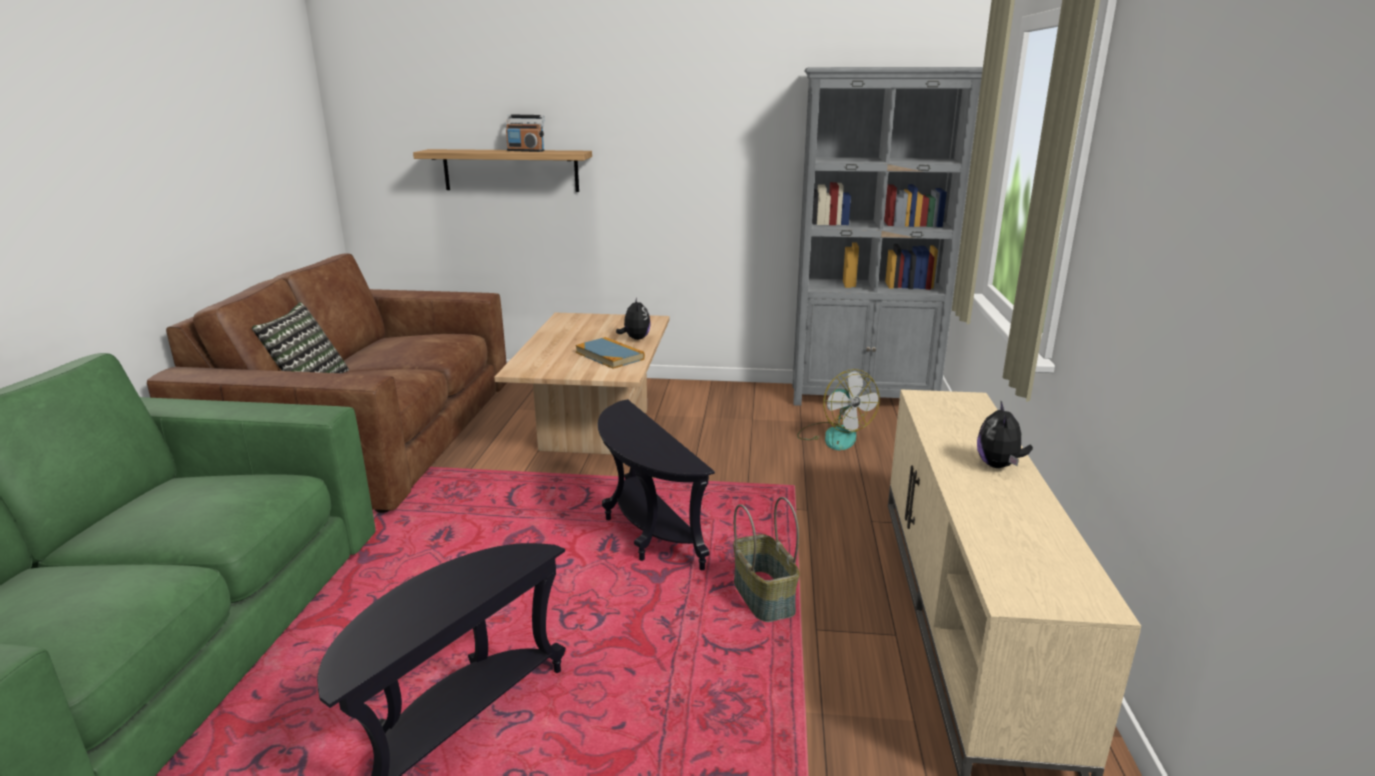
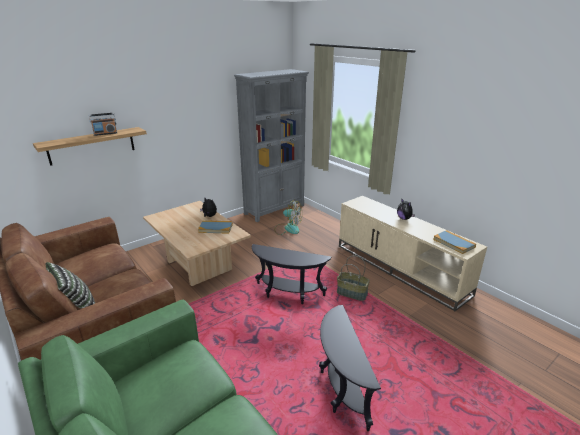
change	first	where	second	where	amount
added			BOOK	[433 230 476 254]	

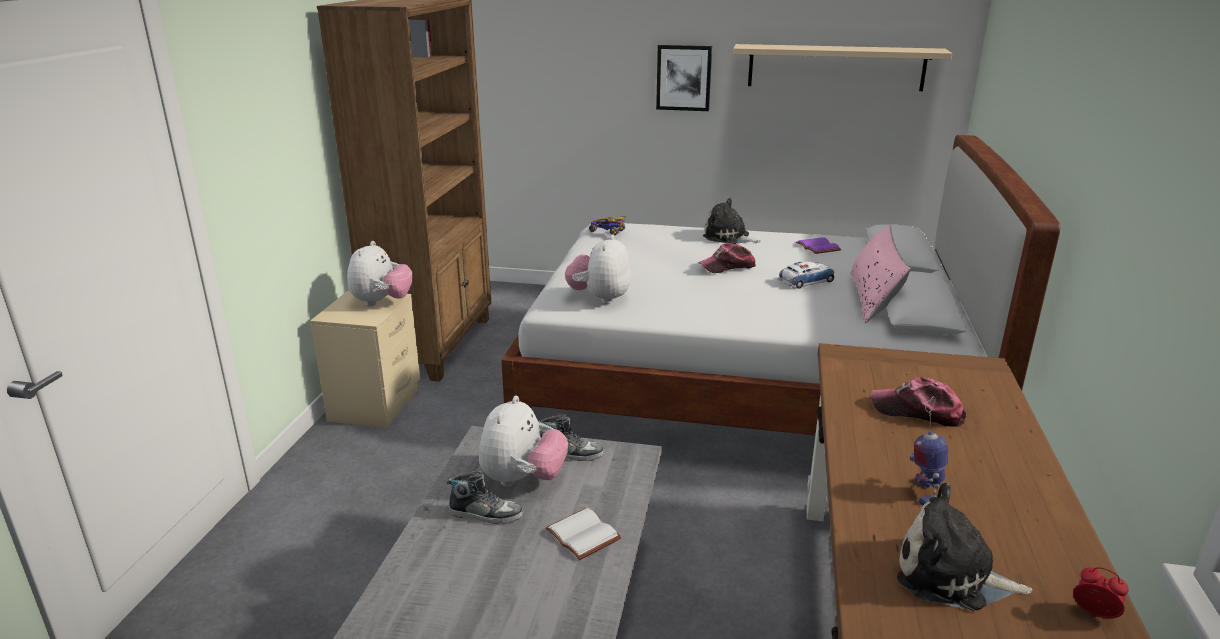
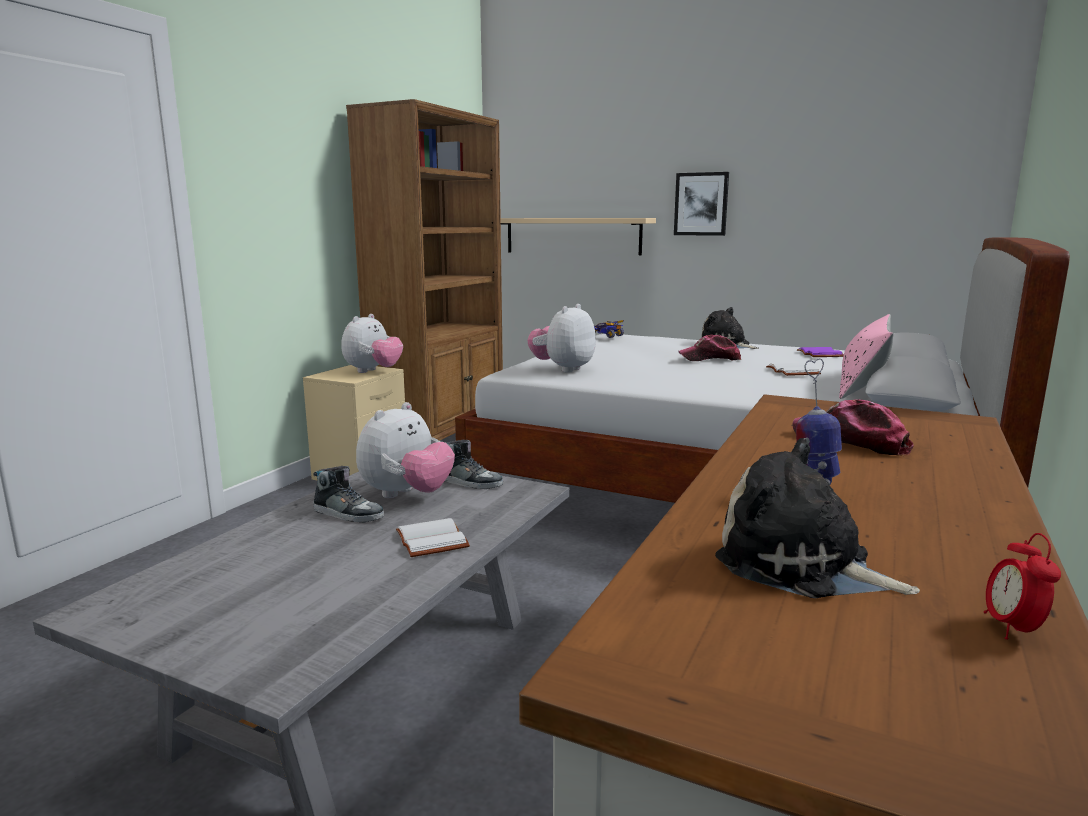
change	first	where	second	where	amount
moved	BEIGE SHELF	[733 44 952 91]		[501 218 656 255]	
replaced	TOY CAR	[778 261 834 289]	WHITE BOOK	[766 363 821 376]	
turned	ALARM CLOCK	[1073 567 1129 619]		[984 533 1061 640]	135 degrees counterclockwise

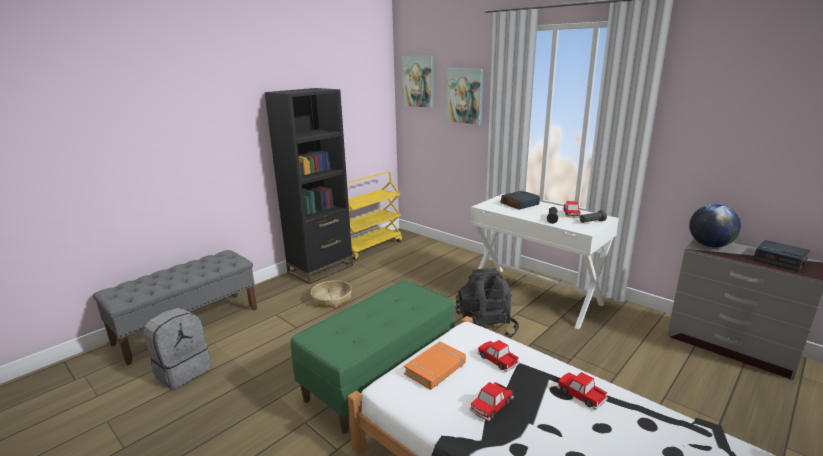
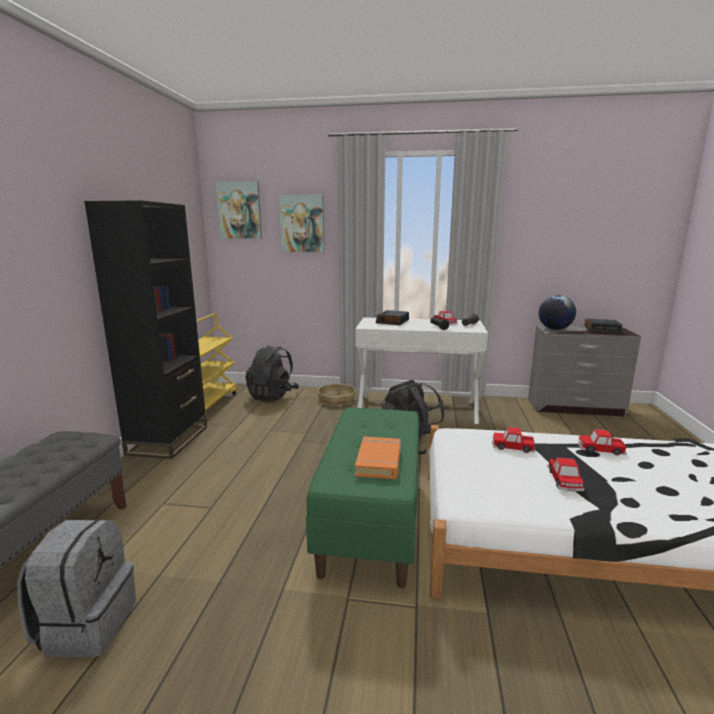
change	first	where	second	where	amount
moved	BASKET	[311 280 352 308]		[318 384 355 406]	
moved	ORANGE BOOK	[404 341 466 390]		[355 436 401 479]	
added			BLACK BACKPACK	[245 345 299 402]	

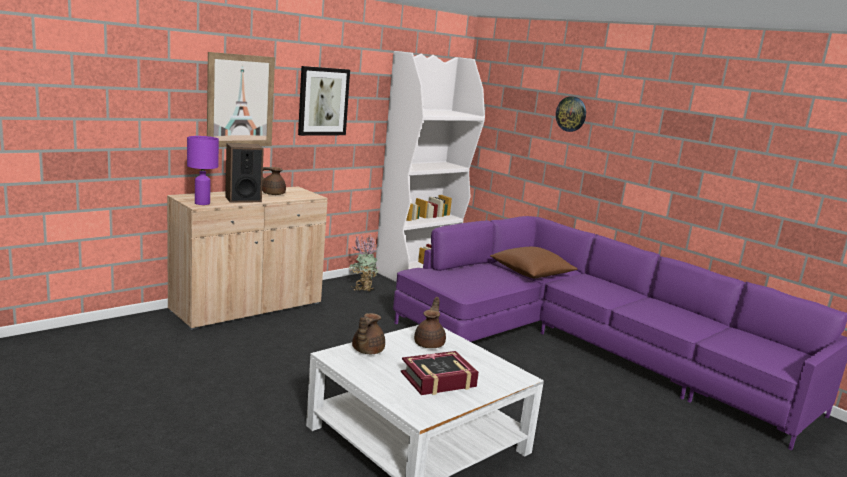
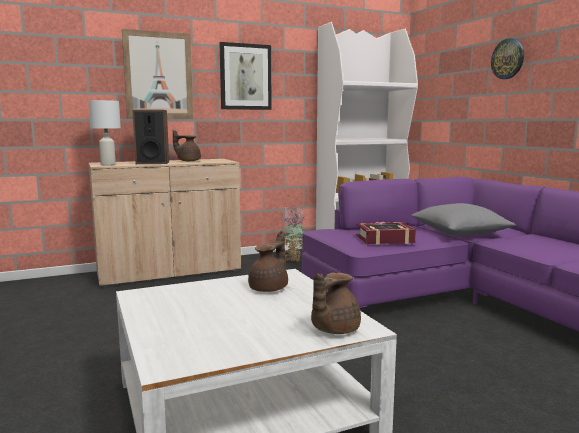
change	first	where	second	where	amount
recoloured	PURPLE TABLE LAMP	[187 136 219 205]	WHITE TABLE LAMP	[89 100 121 165]	
recoloured	BROWN PILLOW	[490 247 577 278]	GREY PILLOW	[411 203 516 235]	
moved	BROWN TEAPOT	[352 313 385 354]		[311 273 361 334]	
moved	BOOK	[401 351 479 395]		[356 222 416 245]	

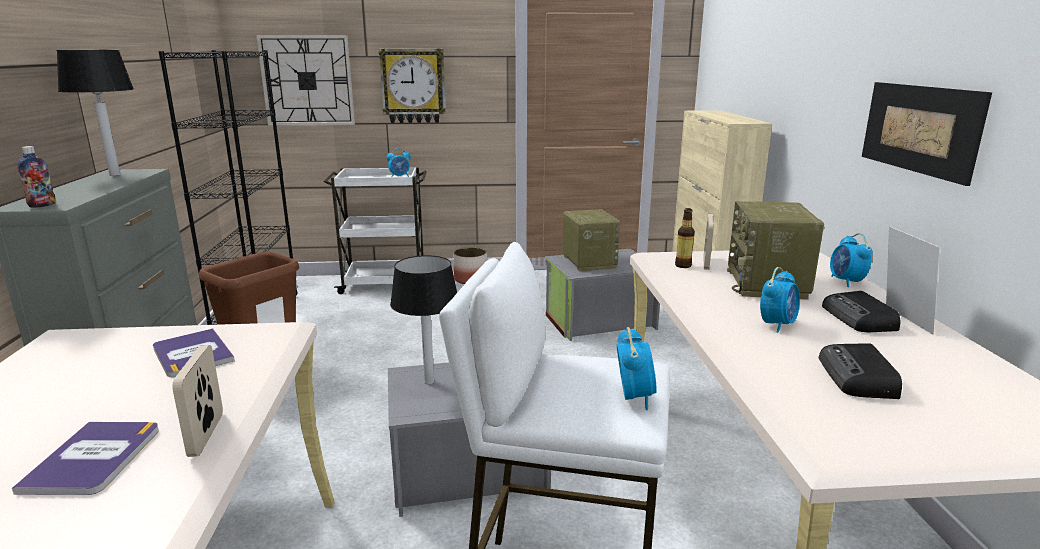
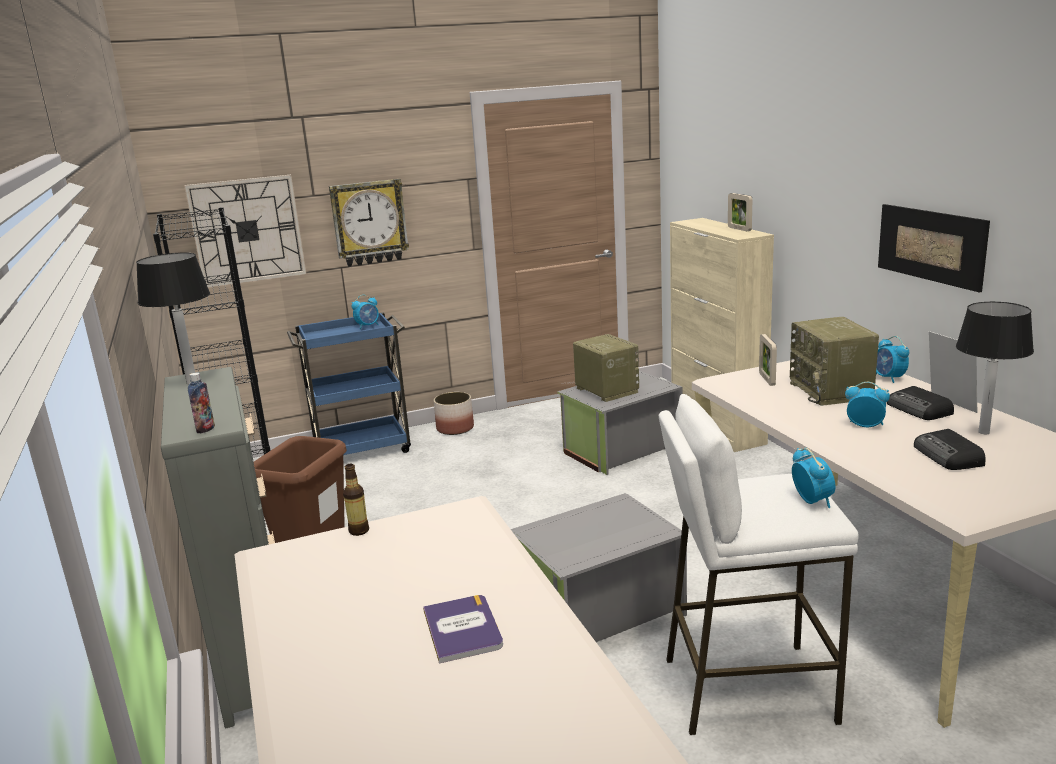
change	first	where	second	where	amount
recoloured	WHITE CART	[324 167 427 294]	BLUE CART	[287 312 411 455]	
moved	BOTTLE	[675 208 695 268]		[343 464 369 536]	
moved	TABLE LAMP	[390 255 457 385]		[956 302 1034 434]	
turned	ALARM CLOCK	[760 267 800 333]		[845 382 890 427]	90 degrees counterclockwise
removed	BOOK	[153 328 235 377]			
moved	PICTURE FRAME	[172 345 223 457]		[728 193 752 231]	

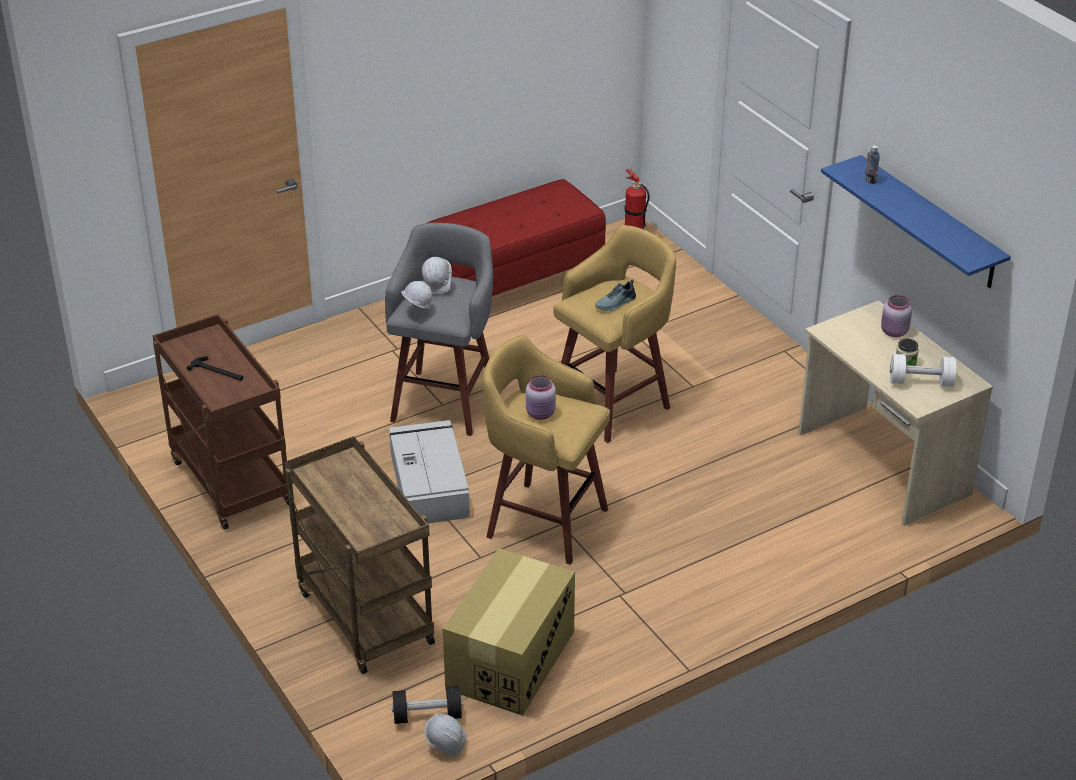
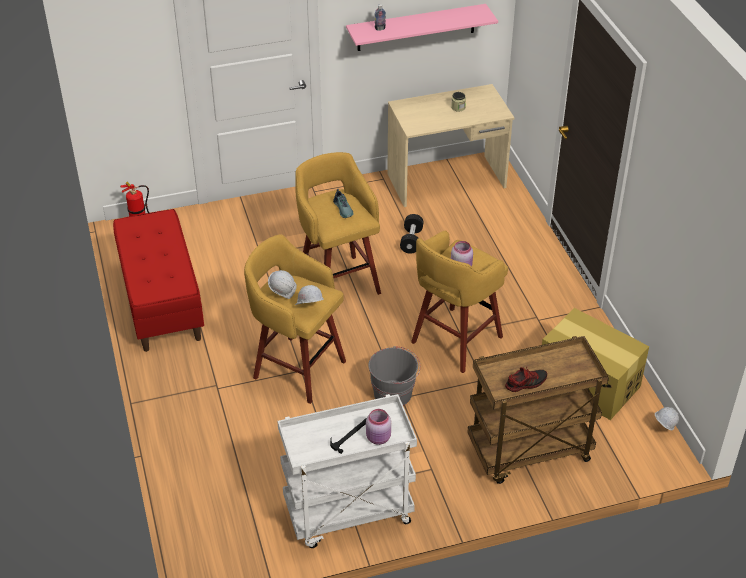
change	first	where	second	where	amount
recoloured	BLUE SHELF	[821 155 1011 288]	PINK SHELF	[346 4 498 51]	
recoloured	GREY STOOL	[385 223 493 436]	YELLOW STOOL	[244 234 346 404]	
moved	PINK JAR	[881 295 912 337]		[366 409 391 445]	
recoloured	BROWN CART	[153 314 289 530]	WHITE CART	[277 394 417 548]	
removed	WHITE DUMBBELL	[890 354 956 387]			
replaced	GREY STORAGE BOX	[389 420 470 523]	GREY BUCKET	[368 346 420 406]	
moved	BLACK DUMBBELL	[391 686 462 724]		[400 214 424 254]	
added			SHOE	[505 367 547 392]	

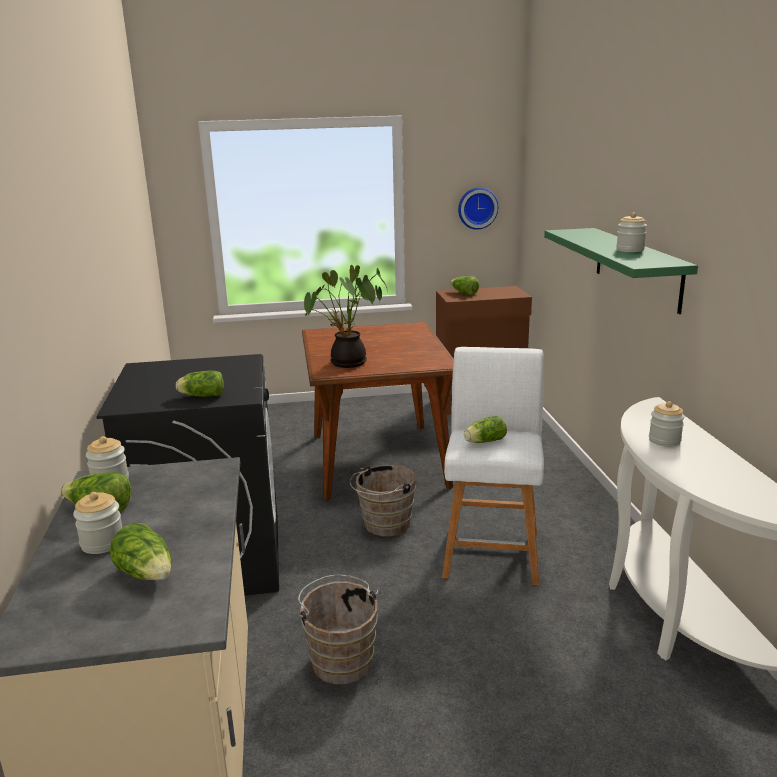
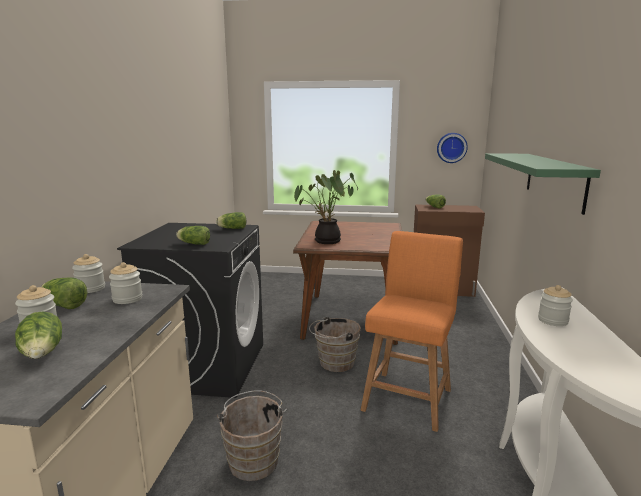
change	first	where	second	where	amount
moved	JAR	[616 212 647 252]		[109 262 143 304]	
recoloured	WHITE STOOL	[442 347 544 585]	ORANGE STOOL	[361 231 463 432]	
moved	LETTUCE	[464 416 507 443]		[216 212 246 229]	

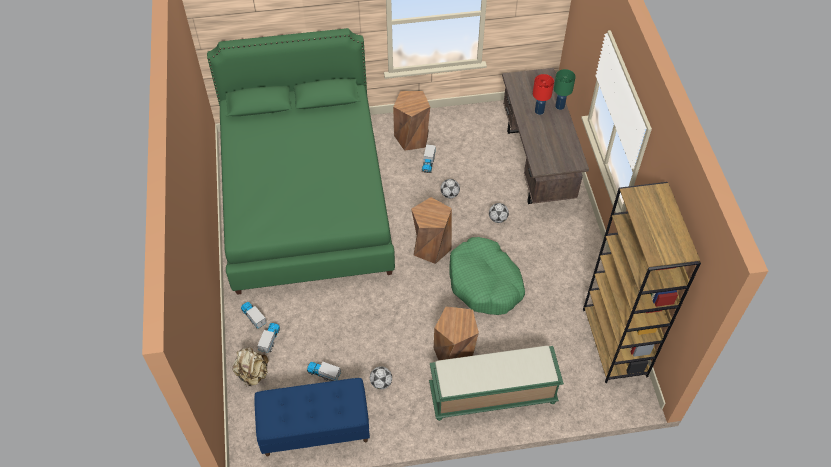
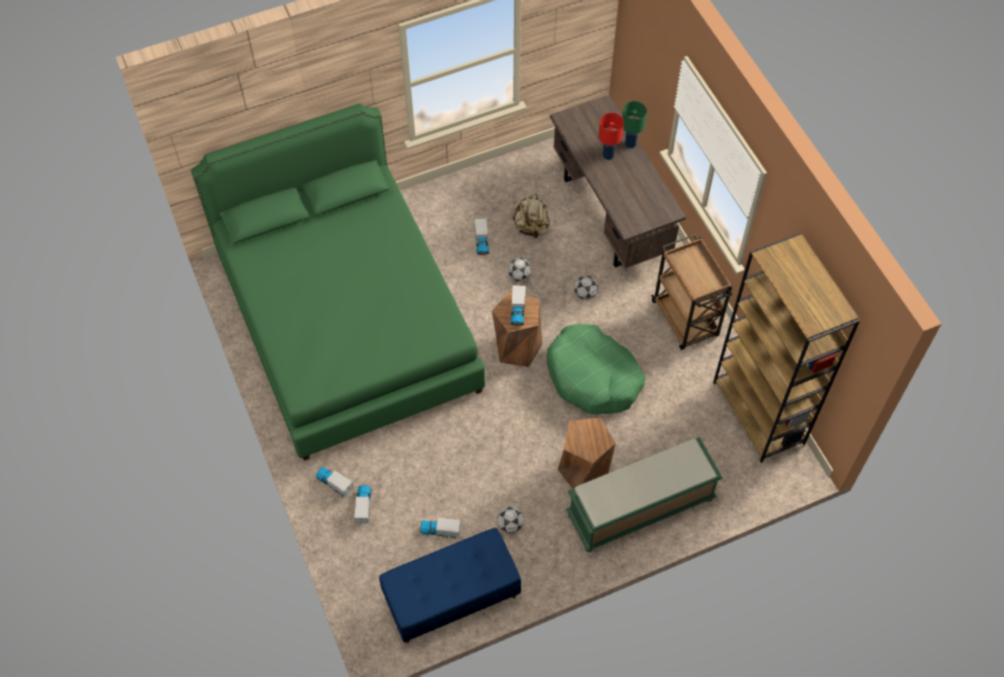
change	first	where	second	where	amount
removed	BROWN STOOL	[393 91 430 151]			
moved	BEIGE BACKPACK	[232 347 268 386]		[513 194 550 239]	
added			BROWN CART	[651 234 733 350]	
added			TOY TRUCK	[511 285 525 326]	

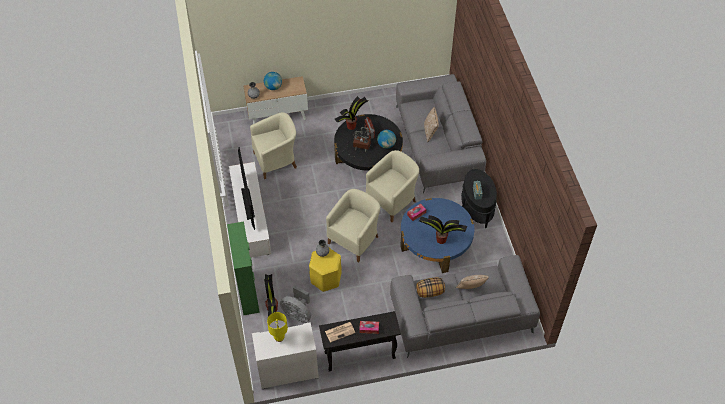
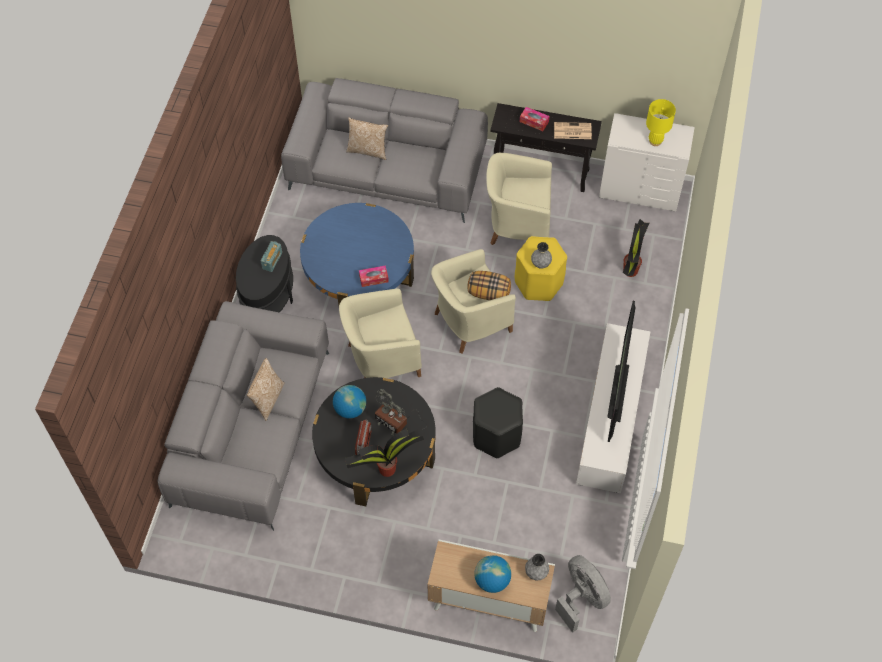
change	first	where	second	where	amount
moved	BEIGE ARMCHAIR	[250 112 297 179]		[486 153 552 245]	
removed	POTTED PLANT	[419 215 467 244]			
removed	GREEN CABINET	[227 221 260 315]			
moved	PILLOW	[416 277 445 298]		[468 271 511 300]	
moved	GREY FAN	[280 285 311 323]		[555 555 611 633]	
added			BLACK STOOL	[473 387 523 458]	

